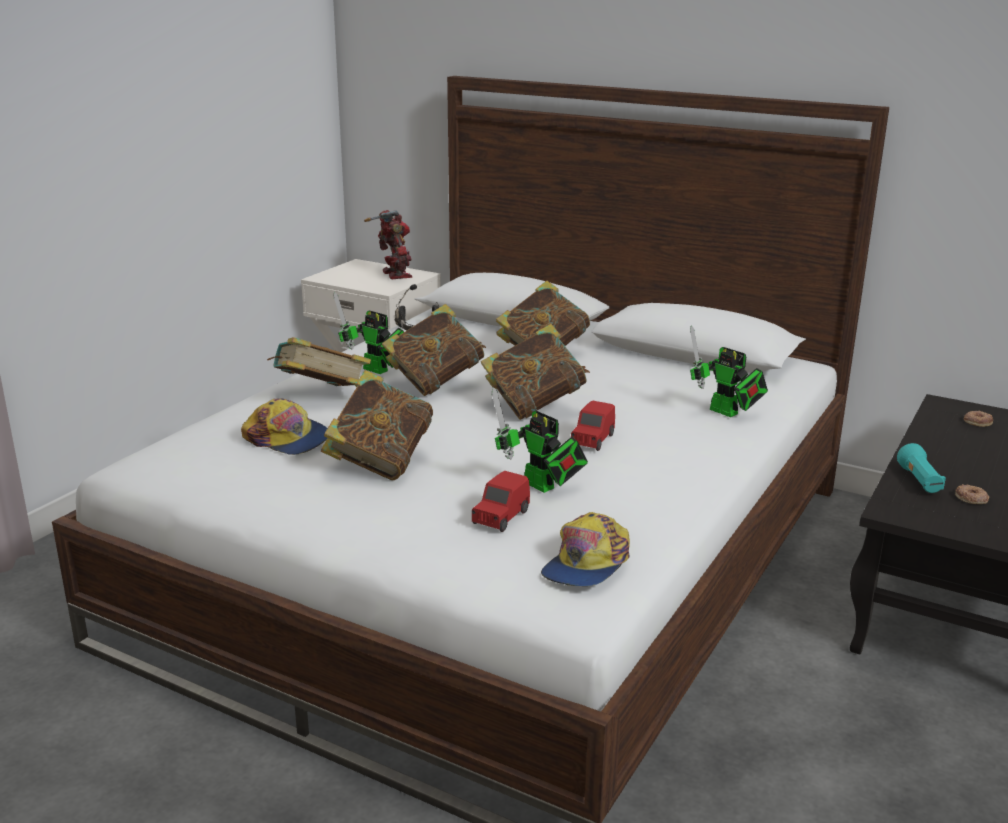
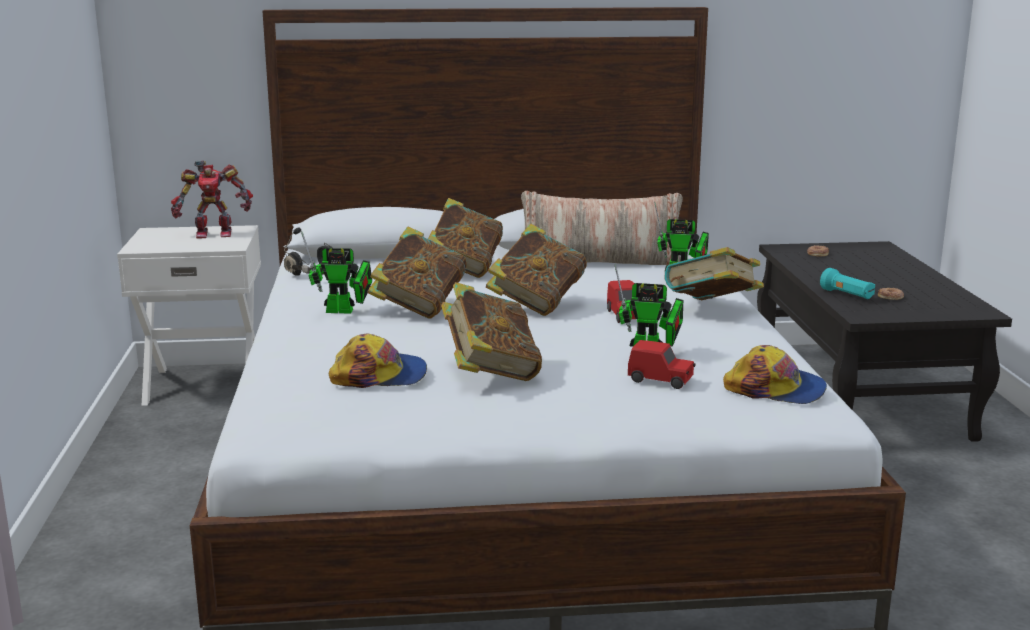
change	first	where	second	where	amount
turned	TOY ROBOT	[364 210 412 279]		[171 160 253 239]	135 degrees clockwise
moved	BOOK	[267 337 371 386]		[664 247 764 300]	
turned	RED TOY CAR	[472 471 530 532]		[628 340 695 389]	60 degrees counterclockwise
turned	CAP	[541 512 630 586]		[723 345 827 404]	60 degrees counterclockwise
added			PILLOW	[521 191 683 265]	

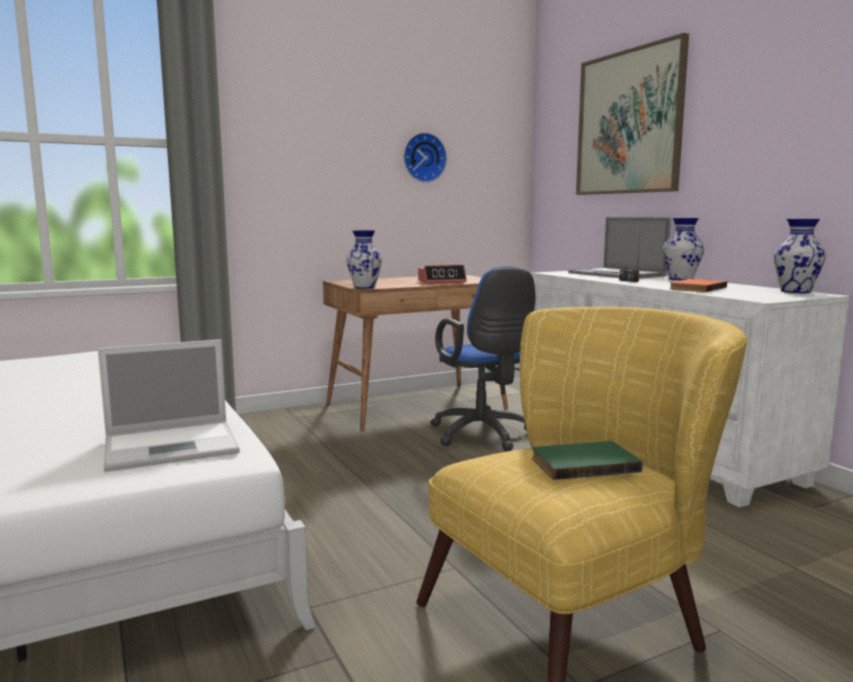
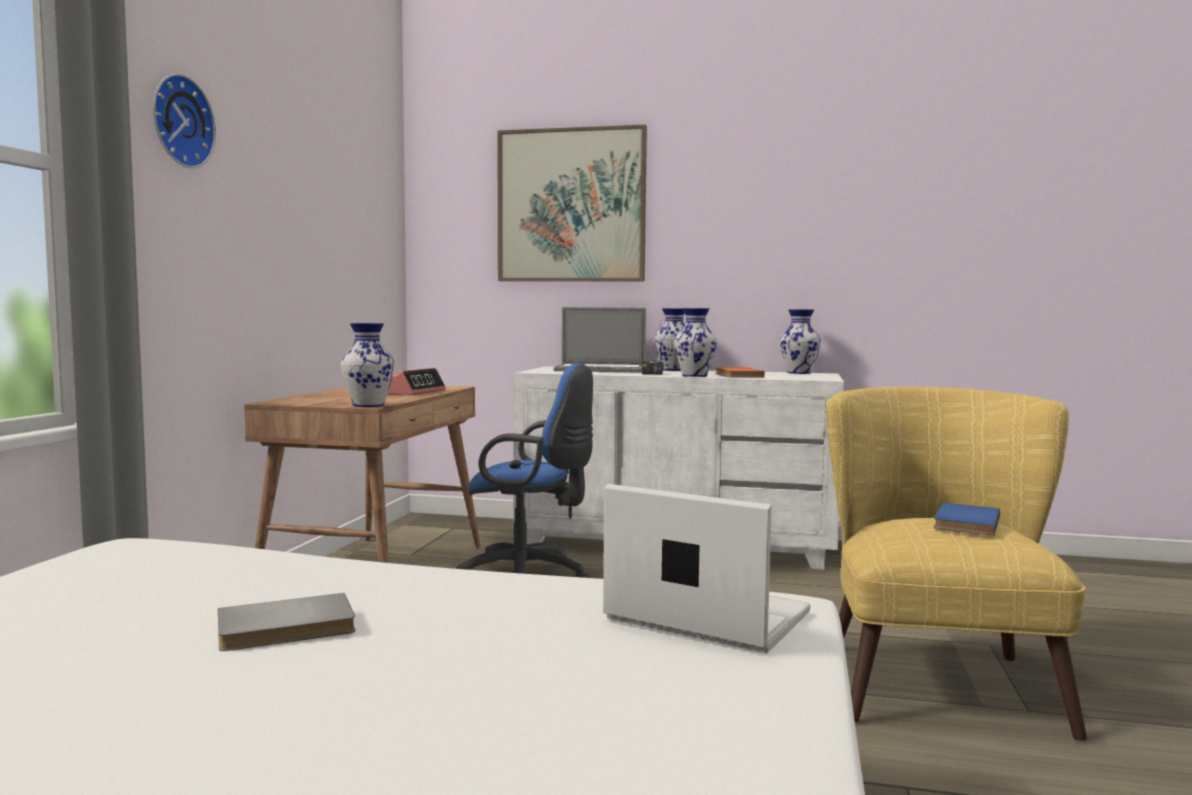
change	first	where	second	where	amount
moved	WALL CLOCK	[404 132 447 183]		[153 74 216 168]	
turned	LAPTOP	[98 339 240 472]		[603 484 810 653]	75 degrees counterclockwise
recoloured	GREEN BOOK	[532 441 643 480]	BLUE BOOK	[934 503 1000 536]	
added			VASE	[674 308 717 377]	
added			GREY BOOK	[218 593 355 651]	

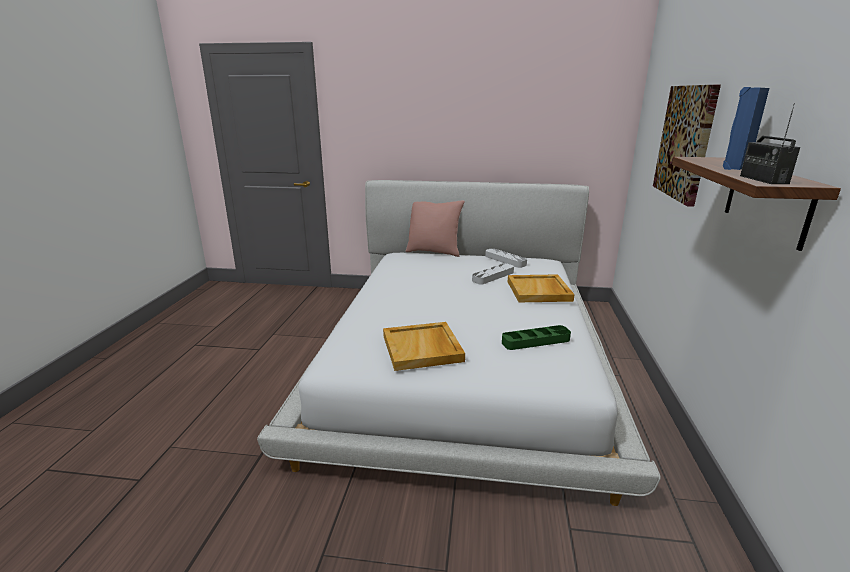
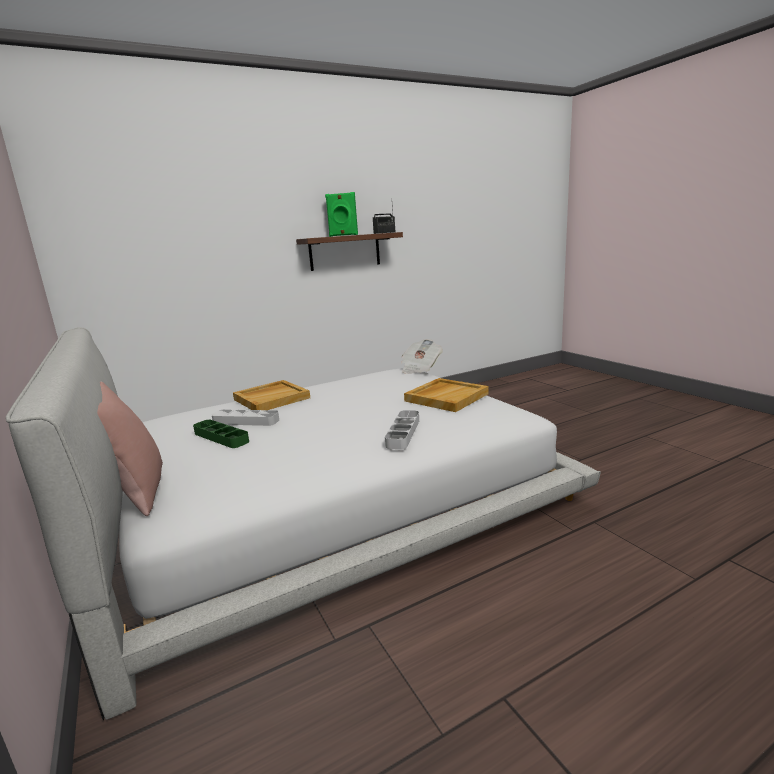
change	first	where	second	where	amount
removed	PICTURE	[653 85 721 207]			
recoloured	BLUE SPEAKER	[723 87 769 170]	GREEN SPEAKER	[325 192 358 237]	
moved	GREY TRAY	[485 248 527 268]		[385 410 419 449]	
moved	GREEN TRAY	[502 325 571 350]		[193 420 249 448]	
added			NEWSPAPER	[401 339 443 374]	

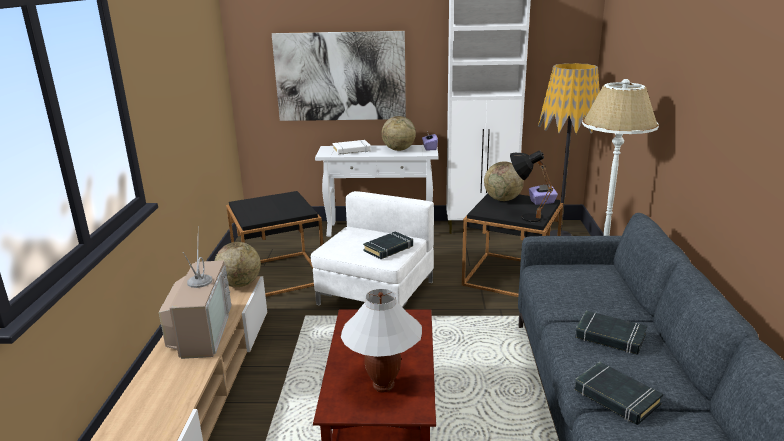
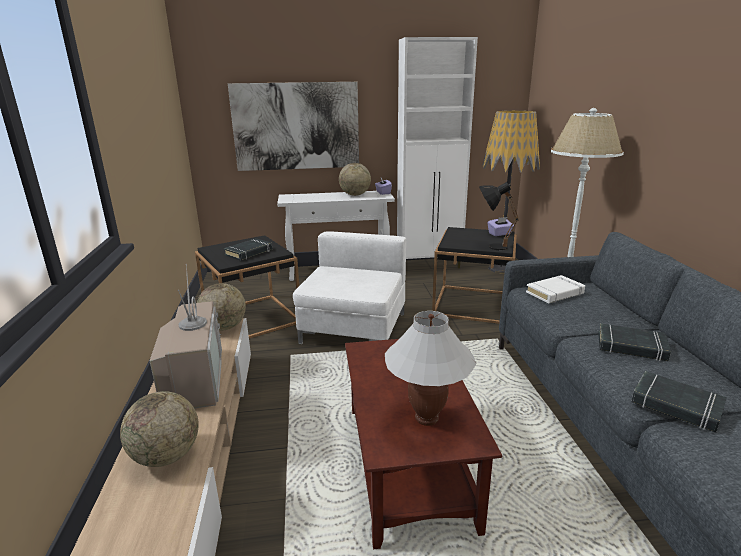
change	first	where	second	where	amount
moved	WHITE BOOK	[332 140 371 155]		[526 275 585 303]	
moved	GLOBE	[484 162 524 201]		[120 391 199 467]	
moved	BLACK BOOK	[363 231 413 259]		[224 238 272 261]	

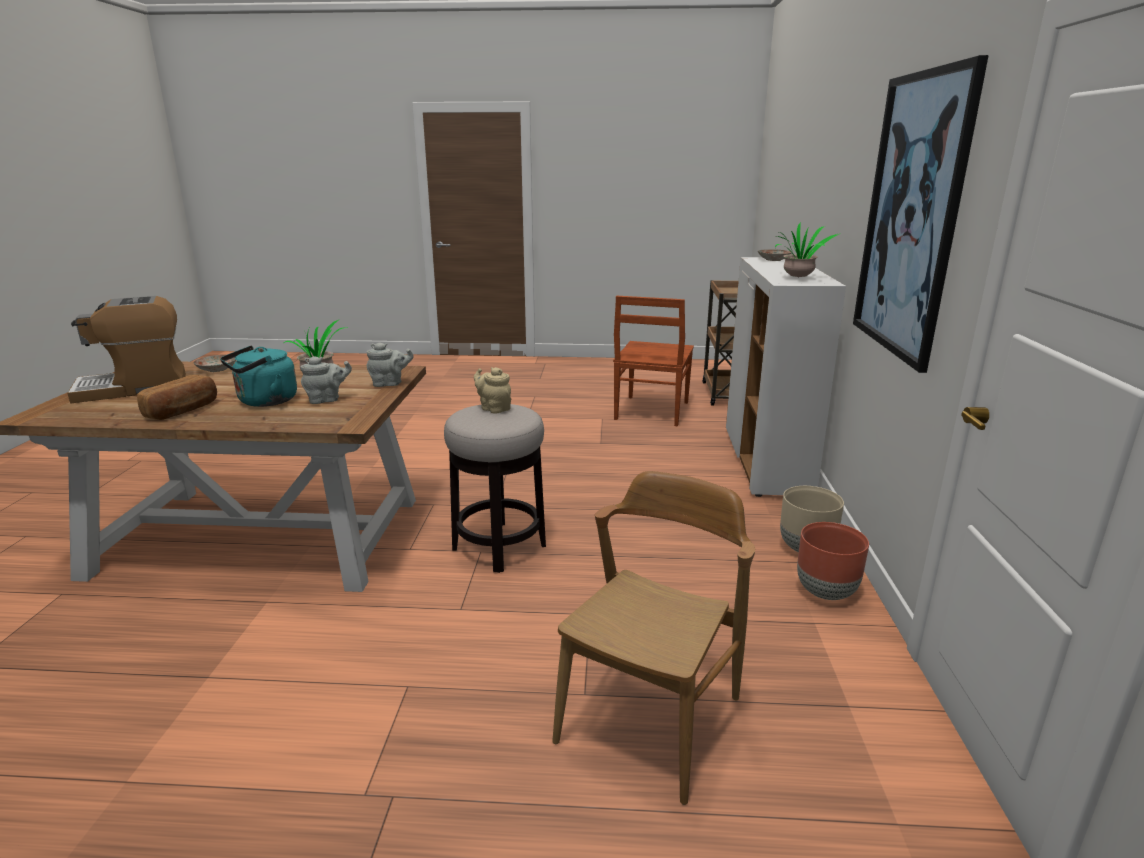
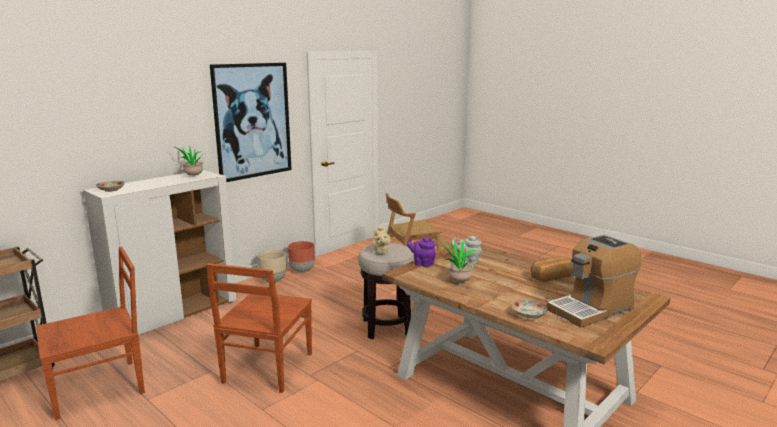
change	first	where	second	where	amount
turned	COFFEE MACHINE	[67 296 186 403]		[546 235 642 328]	135 degrees clockwise
recoloured	GREY TEAPOT	[367 342 414 387]	PURPLE TEAPOT	[407 237 436 267]	
removed	TURQUOISE KETTLE	[220 346 297 407]			
added			BROWN CHAIR	[206 263 312 393]	

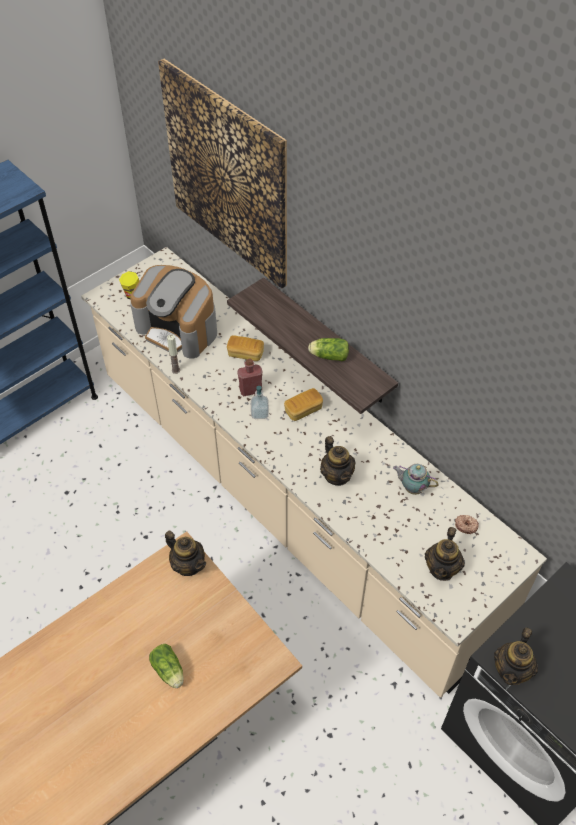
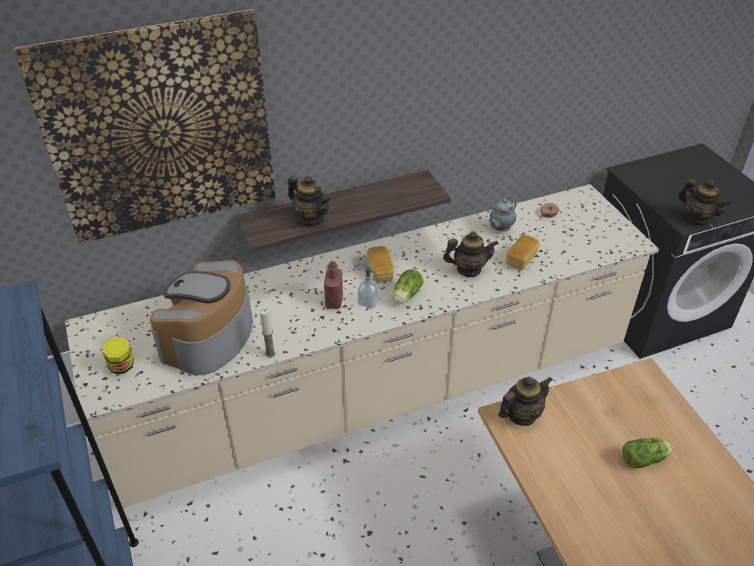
change	first	where	second	where	amount
turned	COFFEE MACHINE	[130 265 217 359]		[150 260 253 375]	150 degrees clockwise
moved	BREAD	[227 336 264 361]		[506 235 540 270]	
moved	LETTUCE	[308 338 349 361]		[393 269 423 304]	
moved	TEAPOT	[425 527 464 581]		[288 176 331 226]	

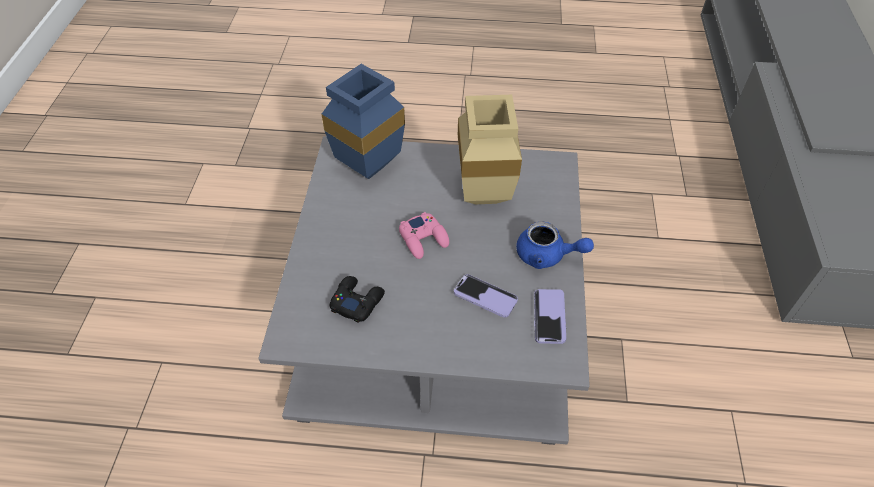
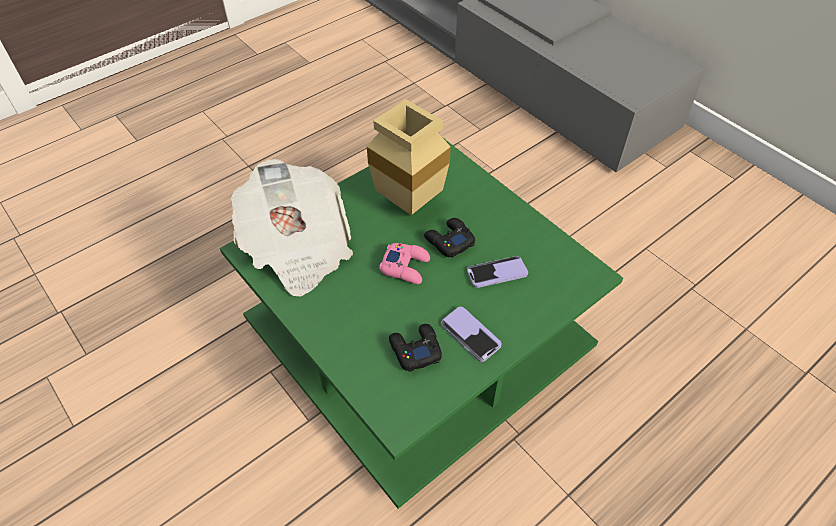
change	first	where	second	where	amount
replaced	BLUE VASE	[321 64 405 179]	NEWSPAPER	[231 159 353 297]	
recoloured	GREY COFFEE TABLE	[258 136 590 445]	GREEN COFFEE TABLE	[220 137 623 509]	
removed	BLUE TEAPOT	[516 222 594 269]			
moved	PHONE	[534 289 566 344]		[441 307 502 362]	
added			BLACK GAME CONTROLLER	[424 218 475 258]	

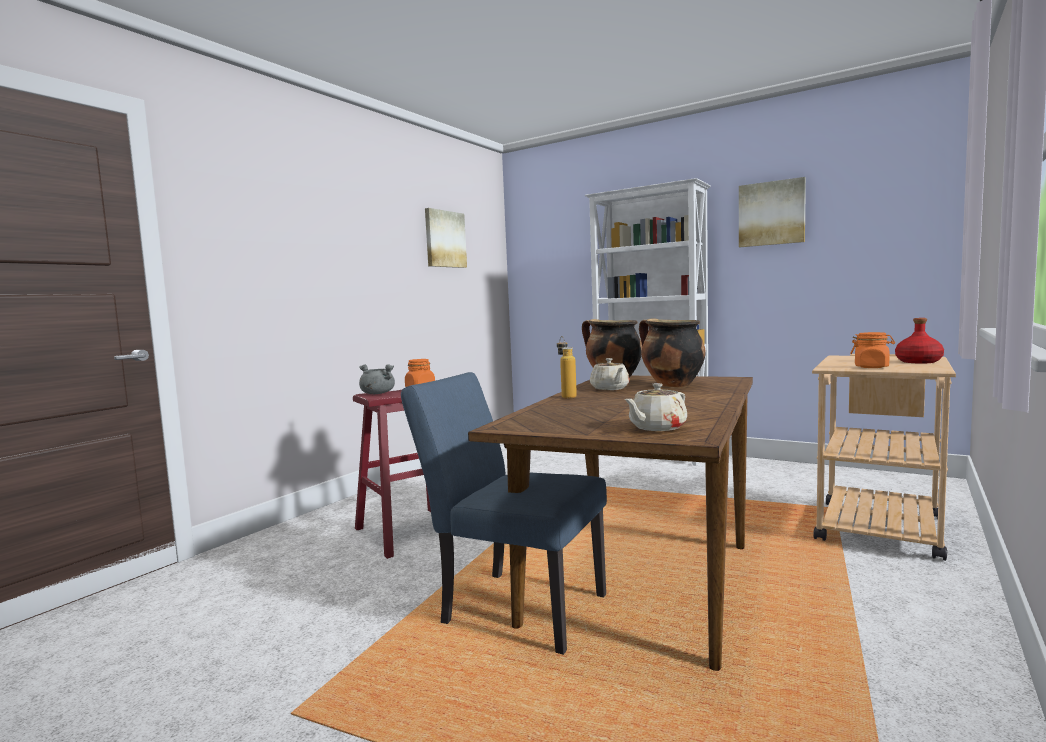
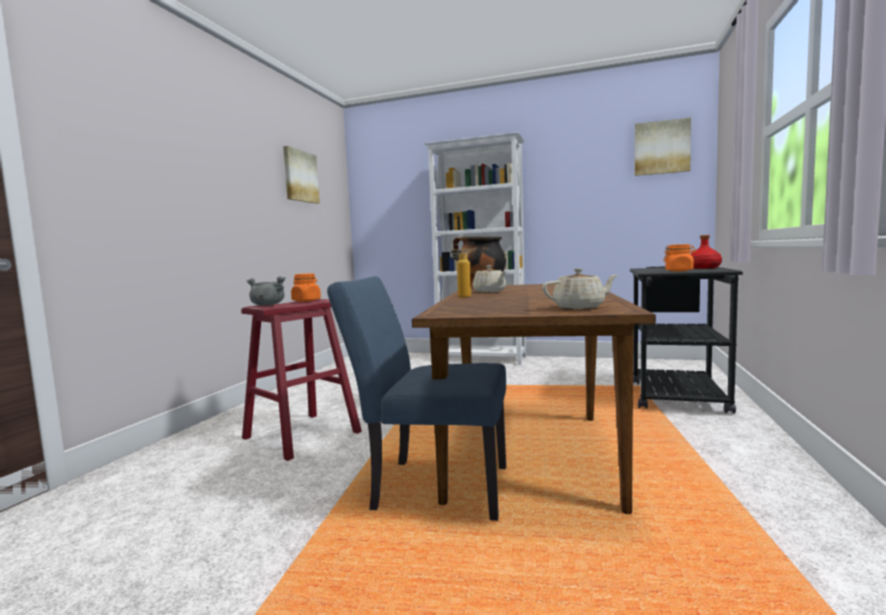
change	first	where	second	where	amount
moved	PICTURE	[739 177 806 247]		[635 117 691 176]	
removed	COOKING POT	[639 318 705 388]			
recoloured	BEIGE CART	[812 354 956 561]	BLACK CART	[630 266 743 414]	
turned	BEIGE TEAPOT	[624 383 687 431]		[542 268 618 309]	135 degrees counterclockwise

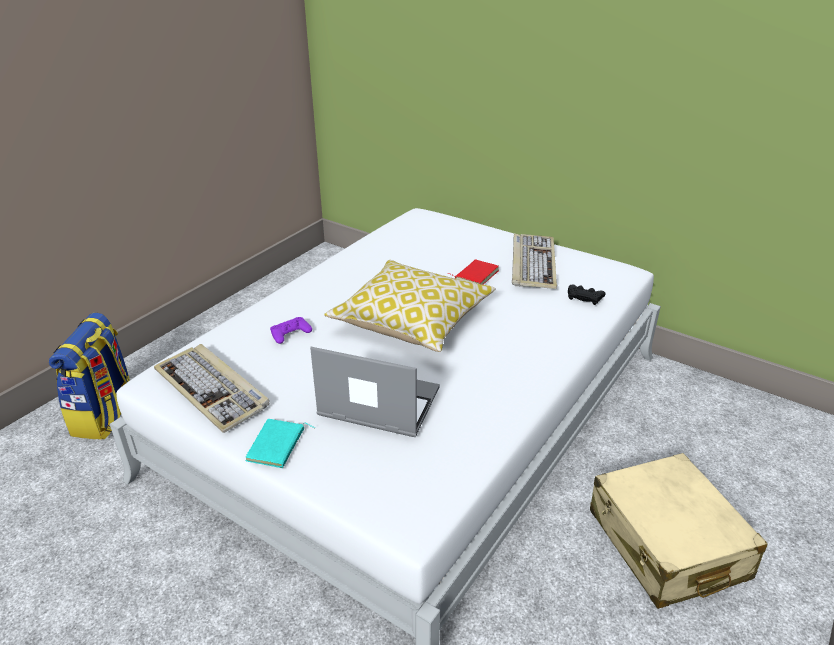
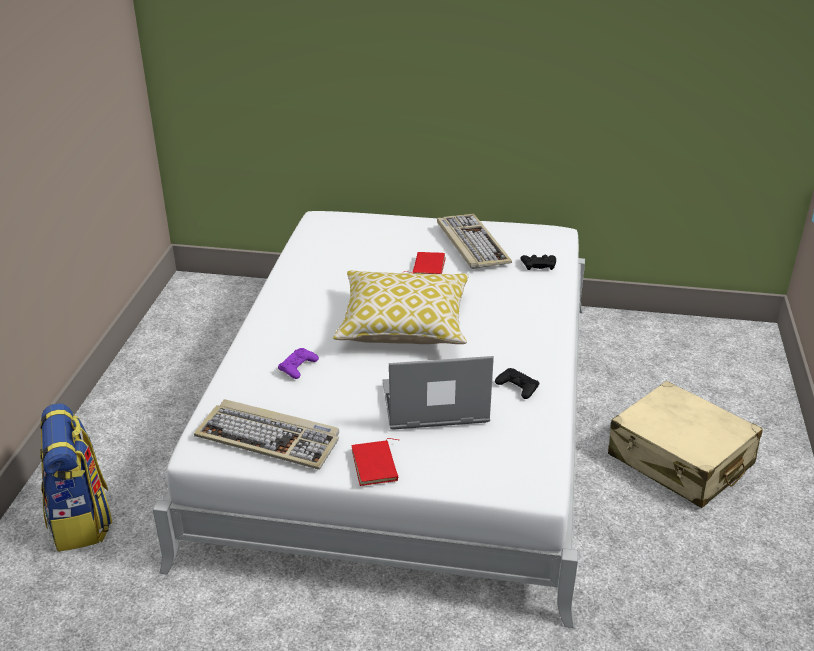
change	first	where	second	where	amount
recoloured	TURQUOISE BOOK	[246 419 315 468]	RED BOOK	[351 438 400 486]	
added			BLACK GAME CONTROLLER	[495 368 540 399]	

